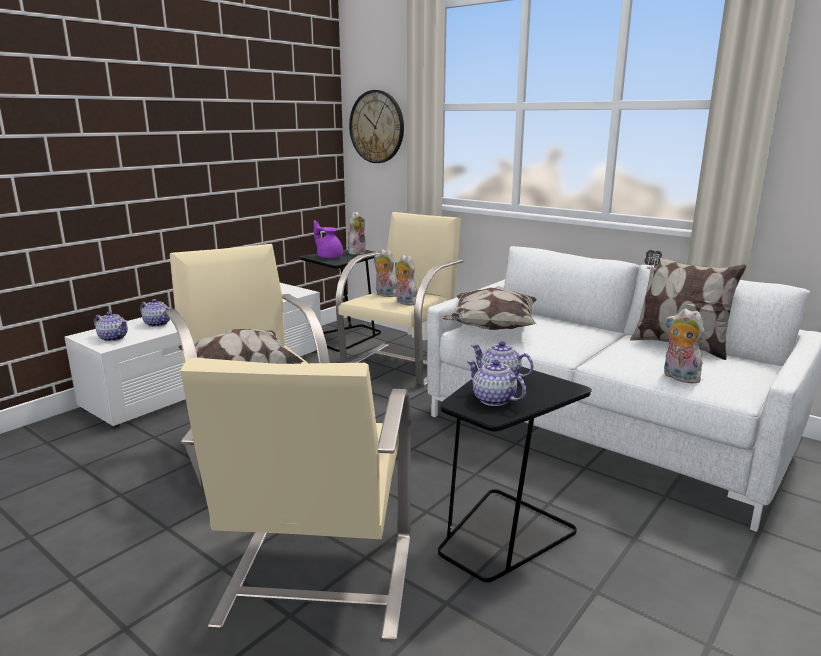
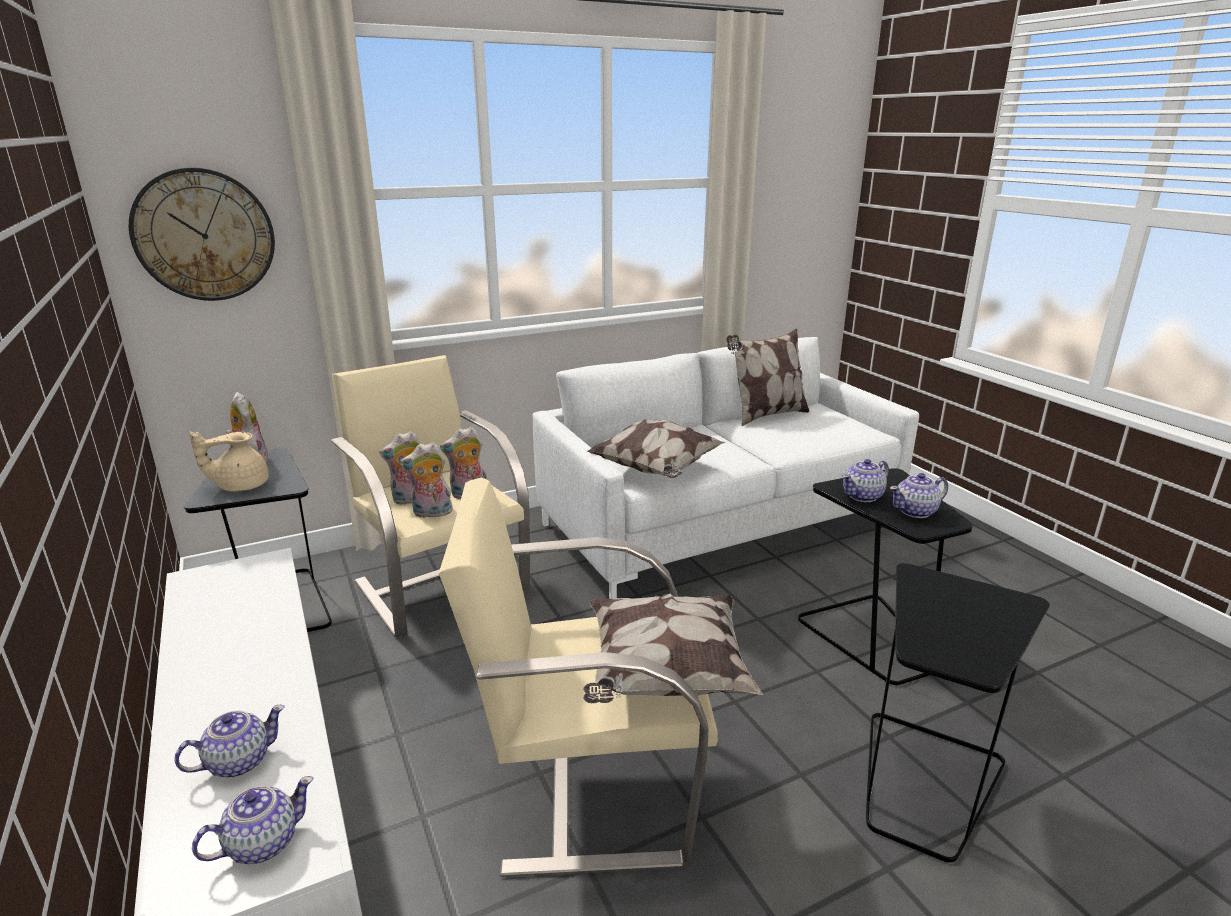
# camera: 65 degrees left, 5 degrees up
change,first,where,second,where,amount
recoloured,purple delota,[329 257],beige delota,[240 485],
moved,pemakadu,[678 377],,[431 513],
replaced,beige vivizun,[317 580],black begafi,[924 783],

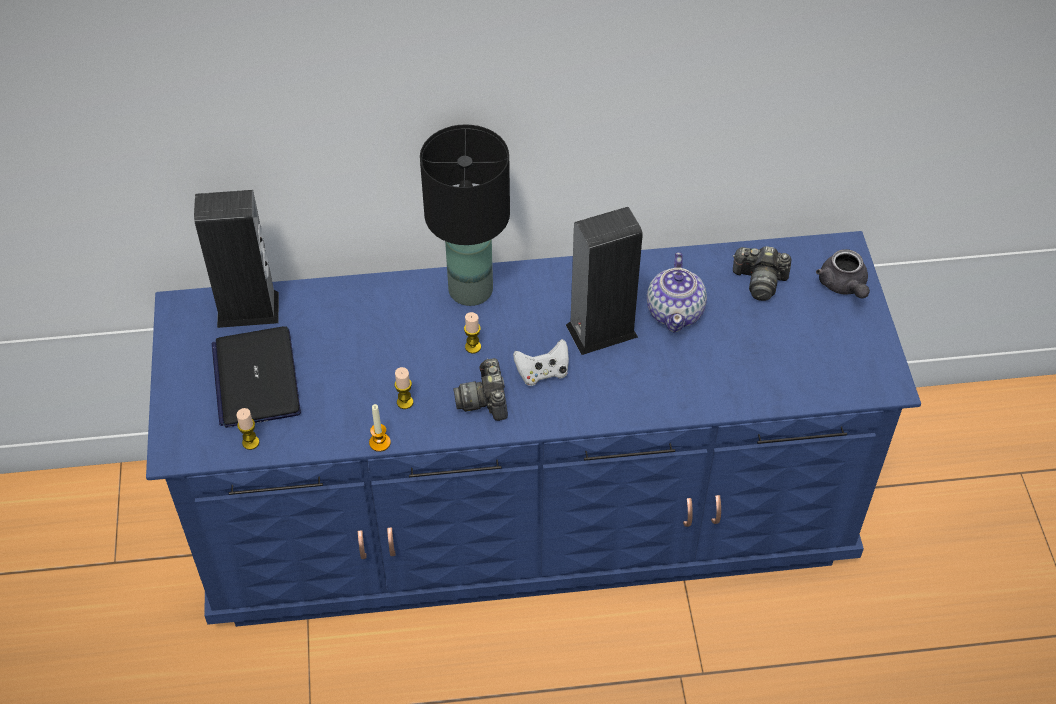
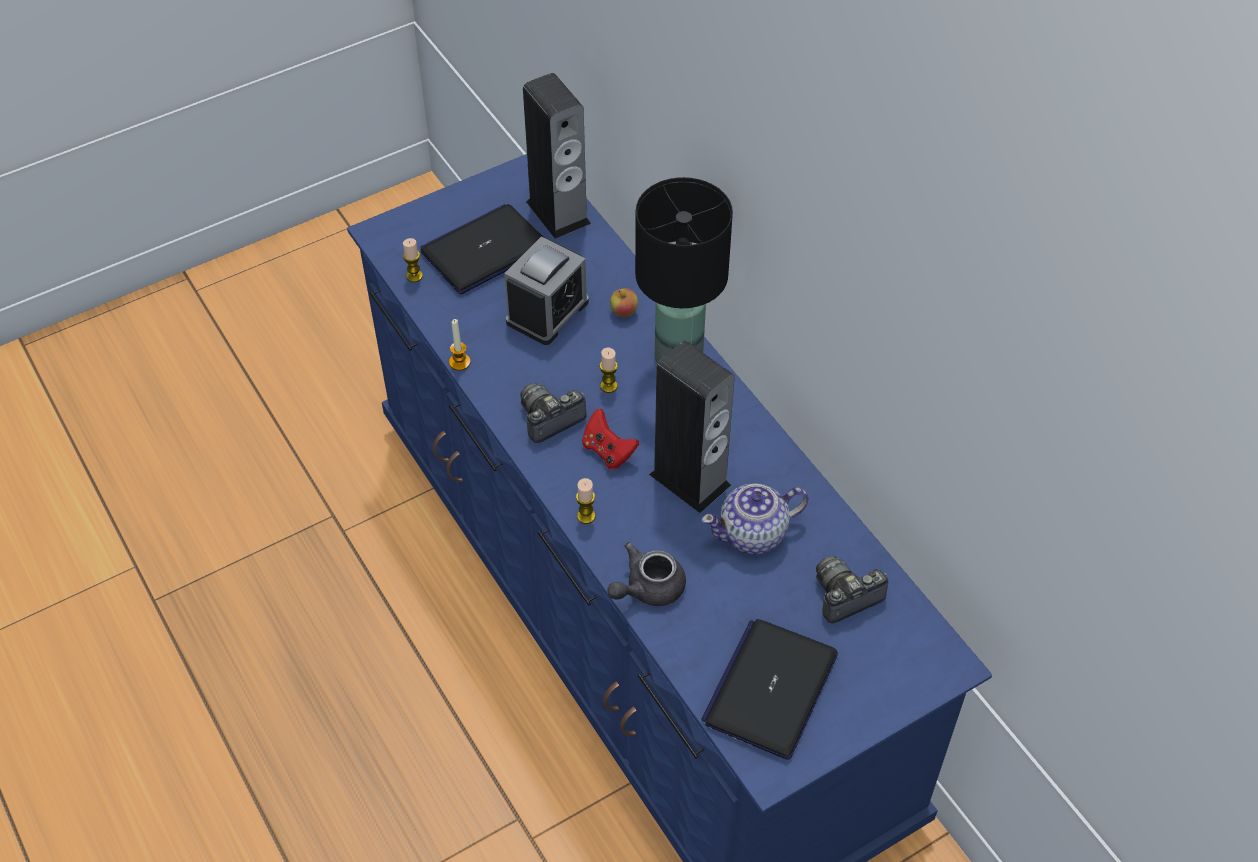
# camera: 65 degrees right, 0 degrees up
change,first,where,second,where,amount
added,,,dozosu,[547 312],
moved,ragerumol,[405 402],,[586 516],
recoloured,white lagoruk,[542 373],red lagoruk,[608 451],
moved,grey delota,[843 286],,[647 588],
added,,,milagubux,[624 312],
added,,,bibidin,[770 688],
turned,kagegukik,[760 281],,[845 596],75 degrees clockwise

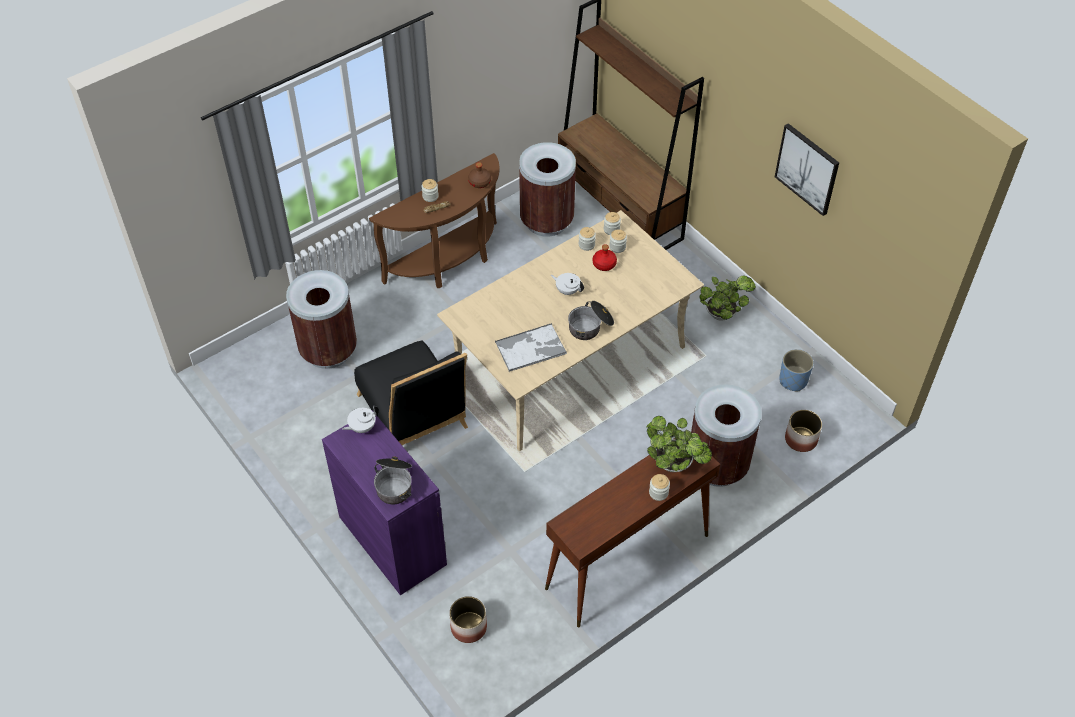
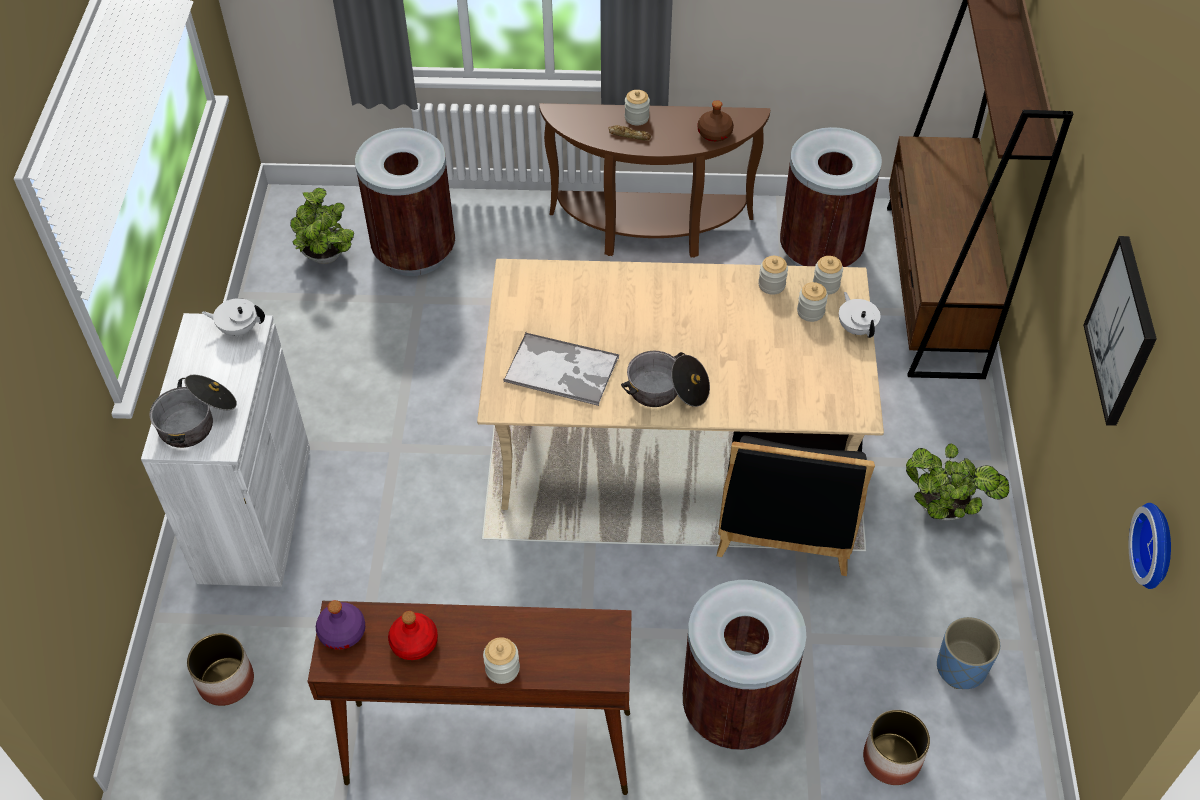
# camera: 40 degrees right, 0 degrees up
change,first,where,second,where,amount
recoloured,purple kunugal,[392 540],white kunugal,[255 513],
moved,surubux,[675 465],,[326 258],
added,,,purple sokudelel,[342 631],
moved,red sokudelel,[604 264],,[413 642],
moved,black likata,[415 416],,[786 515],
moved,white delota,[567 290],,[856 328],
added,,,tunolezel,[1158 546],

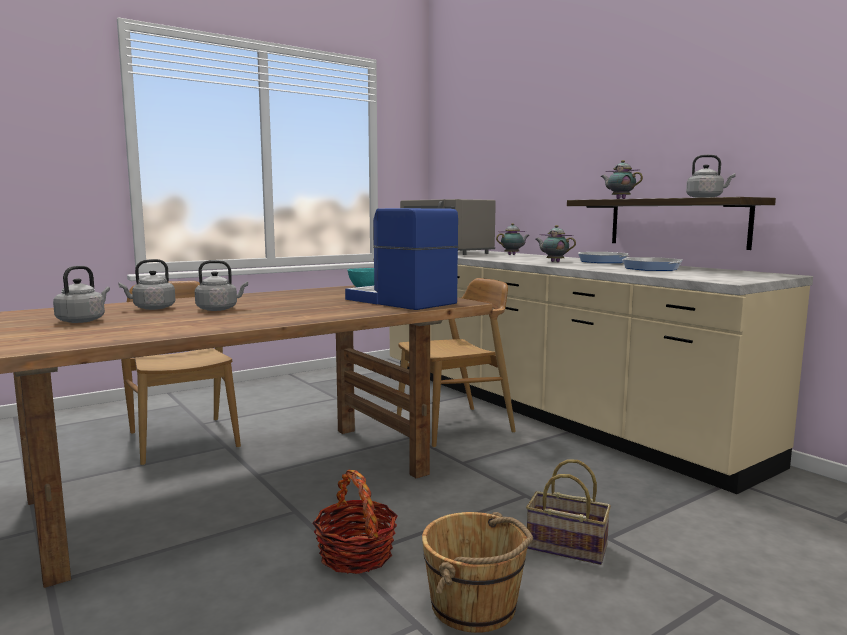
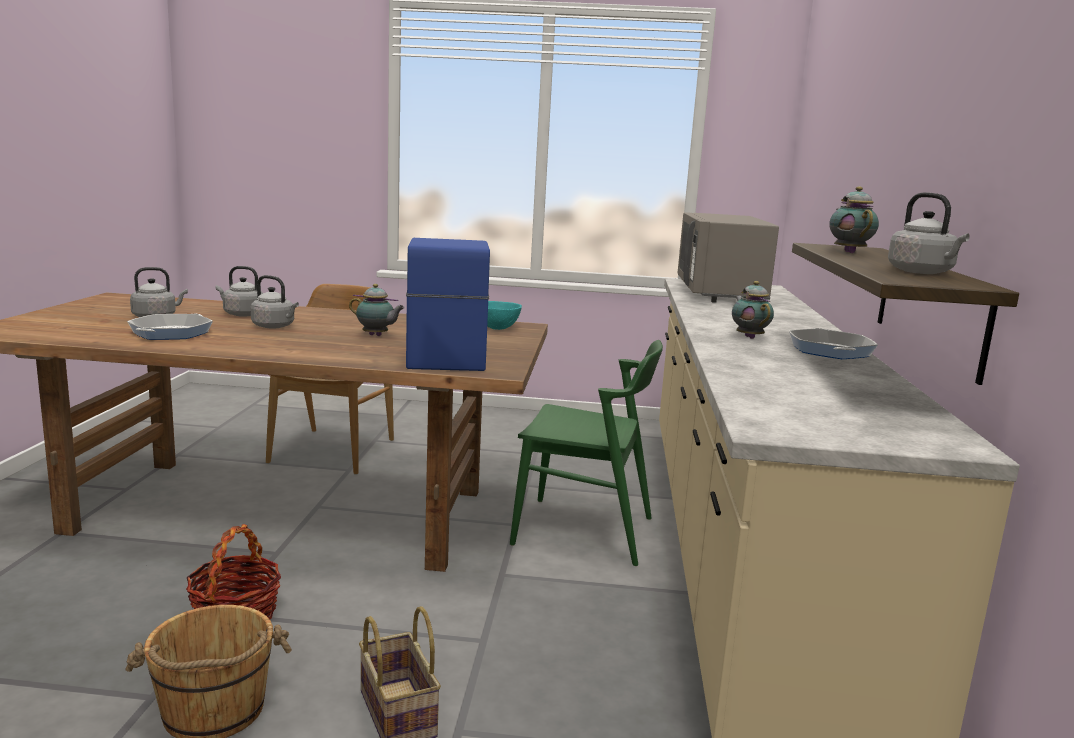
# camera: 40 degrees right, 5 degrees up
change,first,where,second,where,amount
moved,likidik,[651 268],,[171 333],
moved,delota,[513 254],,[376 336],
recoloured,brown likata,[455 426],green likata,[584 531],

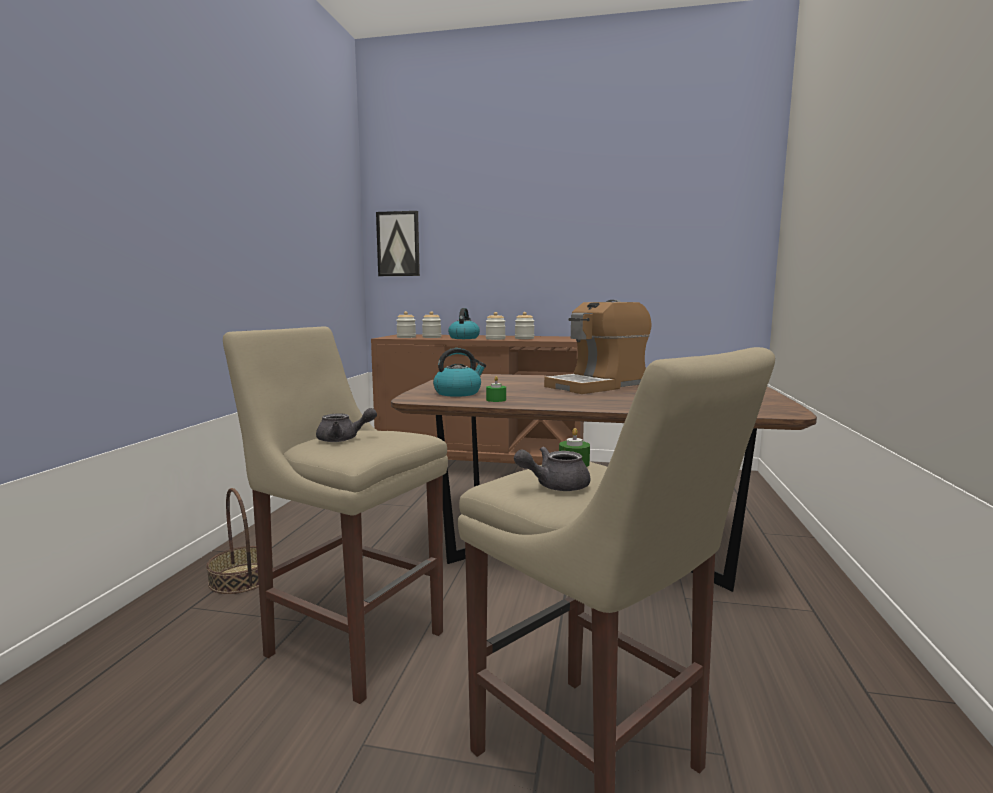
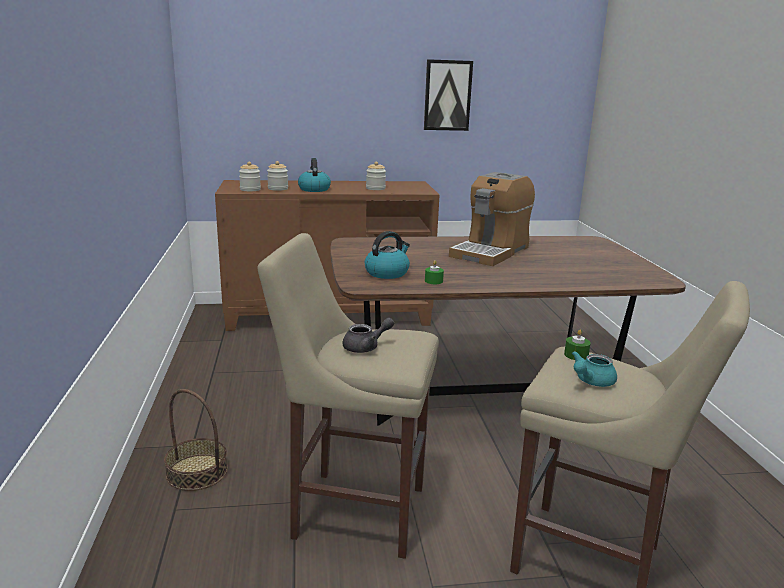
# camera: 20 degrees left, 10 degrees up
change,first,where,second,where,amount
moved,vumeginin,[398 244],,[447 95],
recoloured,grey delota,[554 486],turquoise delota,[591 381],
removed,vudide,[495 339],,,

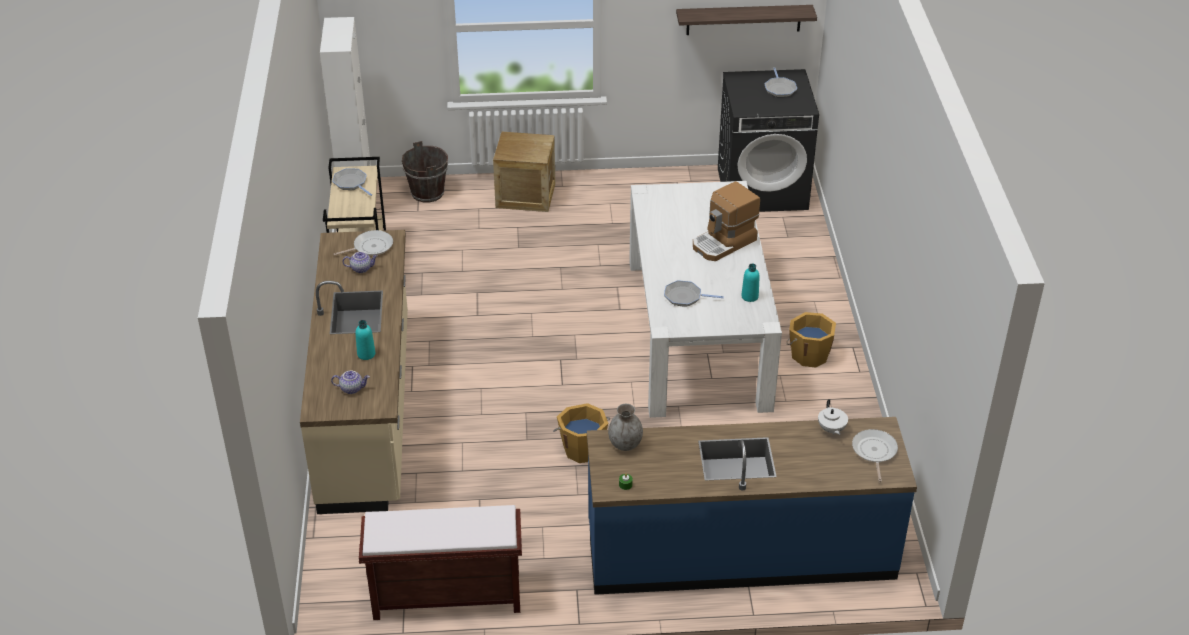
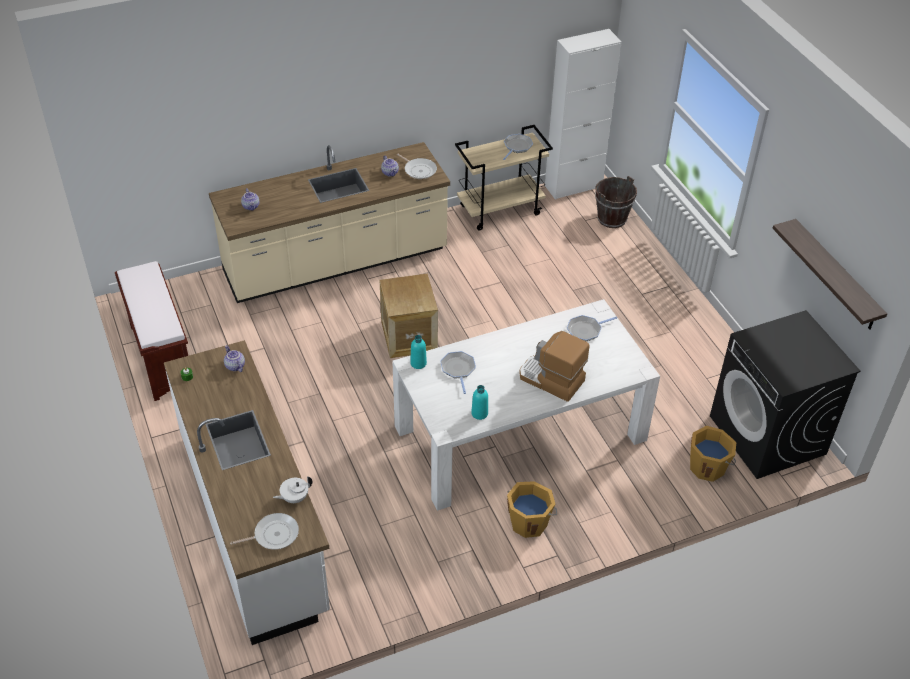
# camera: 70 degrees right, 5 degrees up
change,first,where,second,where,amount
recoloured,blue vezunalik,[740 551],white vezunalik,[254 522],
replaced,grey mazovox,[625 444],delota,[234 366],
moved,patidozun,[525 195],,[409 336],
moved,turquoise sokudelel,[366 354],,[418 363],
moved,likidik,[780 88],,[586 330],
moved,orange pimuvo,[582 448],,[708 467],

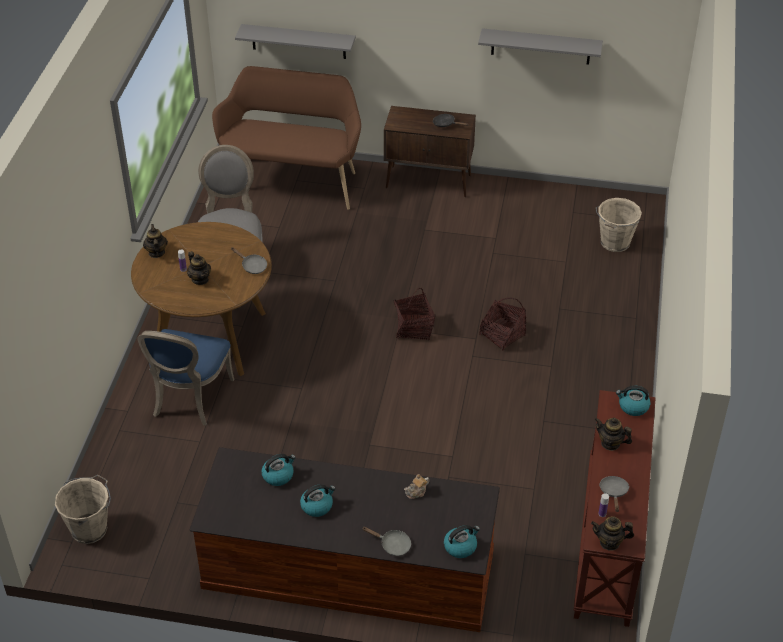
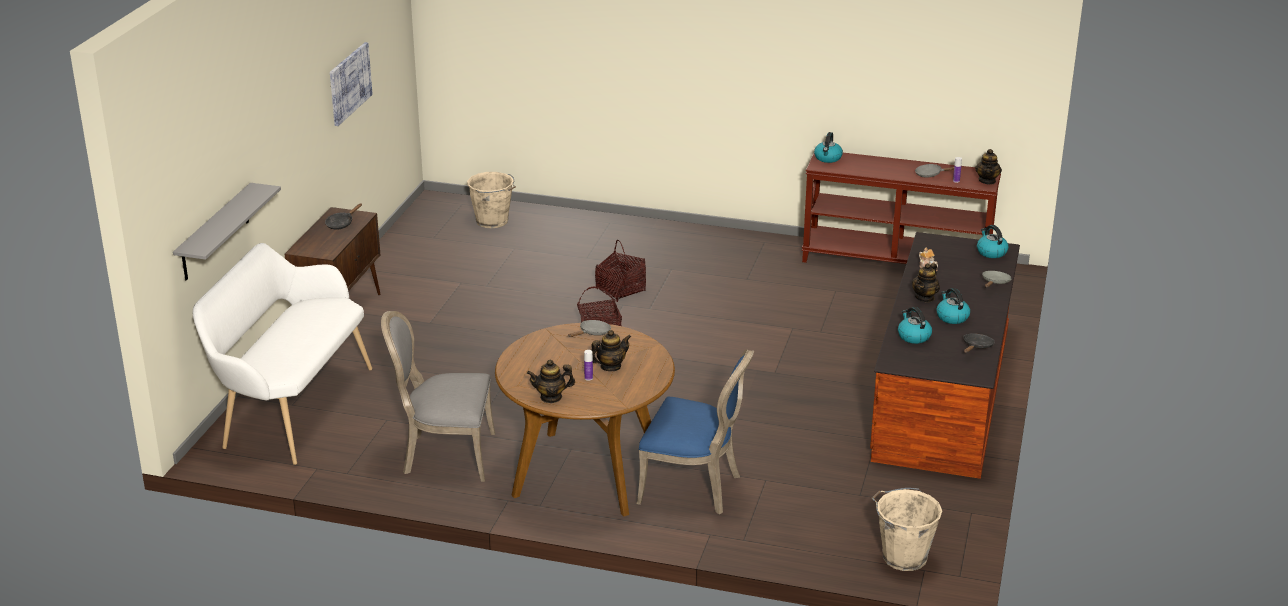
# camera: 85 degrees left, 15 degrees down
change,first,where,second,where,amount
recoloured,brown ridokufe,[292 180],white ridokufe,[291 408],
replaced,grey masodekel,[540 46],vumeginin,[349 83],
moved,delota,[610 443],,[925 297],
added,,,black likidik,[976 347],

